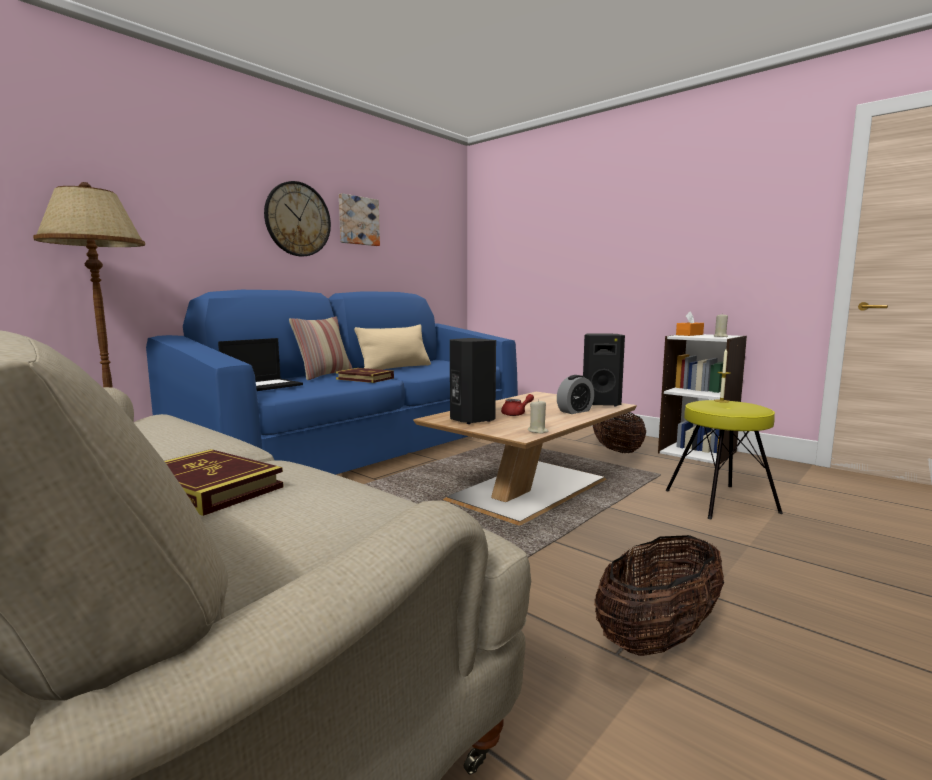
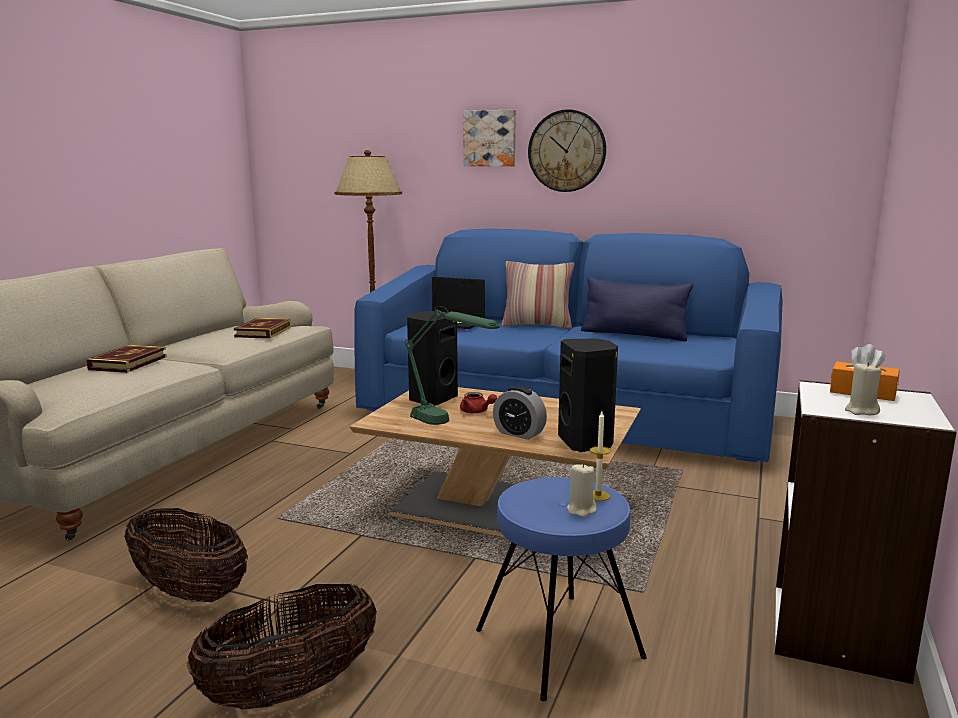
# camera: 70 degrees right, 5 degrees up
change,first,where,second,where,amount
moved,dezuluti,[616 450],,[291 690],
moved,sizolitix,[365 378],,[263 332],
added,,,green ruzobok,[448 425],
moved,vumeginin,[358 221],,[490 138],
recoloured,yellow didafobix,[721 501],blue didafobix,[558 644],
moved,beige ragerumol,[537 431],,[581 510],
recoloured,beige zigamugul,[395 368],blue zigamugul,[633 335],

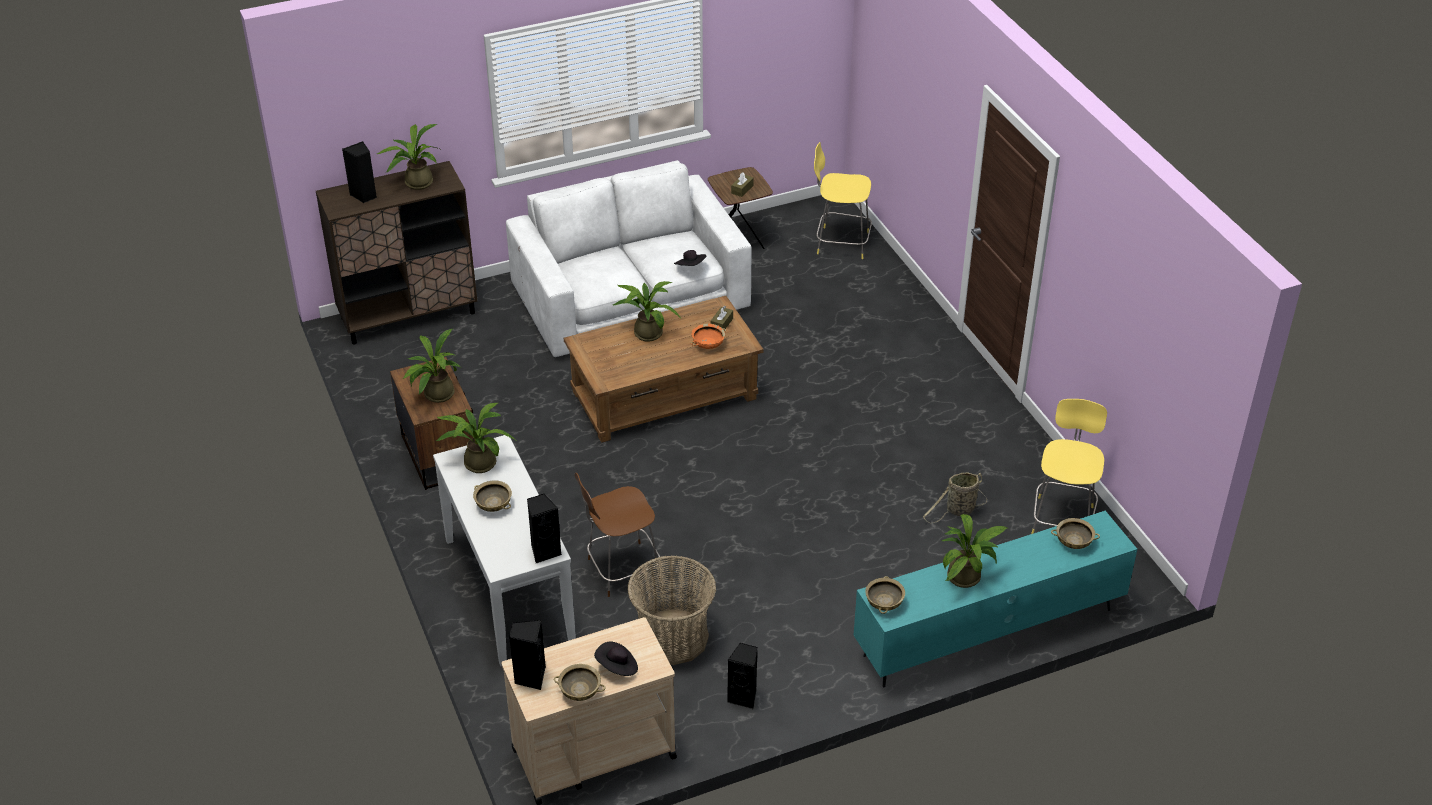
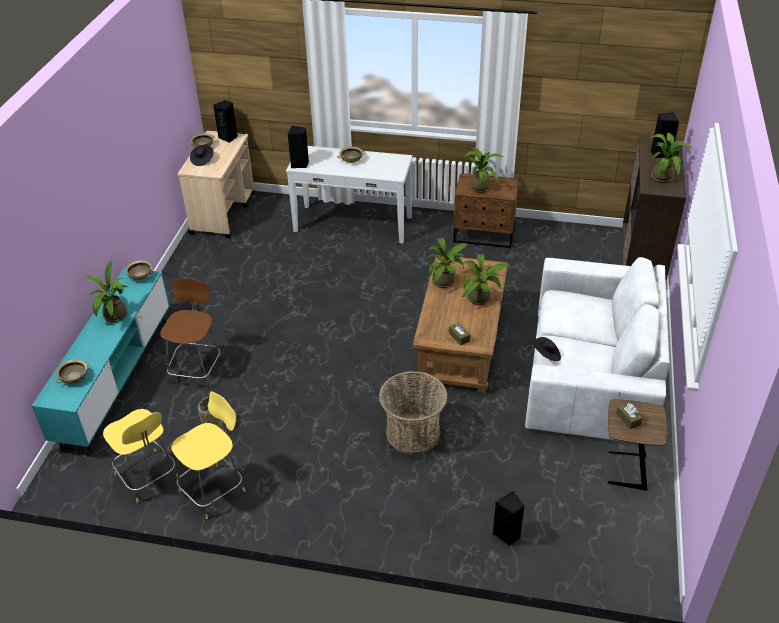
# camera: 125 degrees right, 0 degrees up
change,first,where,second,where,amount
moved,brown didafobix,[621 570],,[196 370],
moved,yellow didafobix,[840 242],,[214 490],
moved,dezuluti,[673 637],,[413 433],
moved,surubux,[477 462],,[446 281],
moved,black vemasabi,[744 697],,[507 535],
removed,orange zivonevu,[708 344],,,

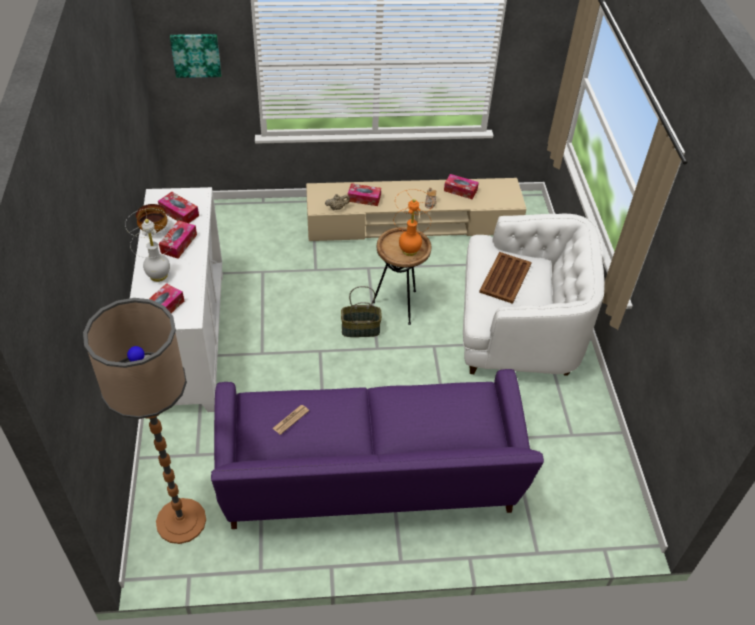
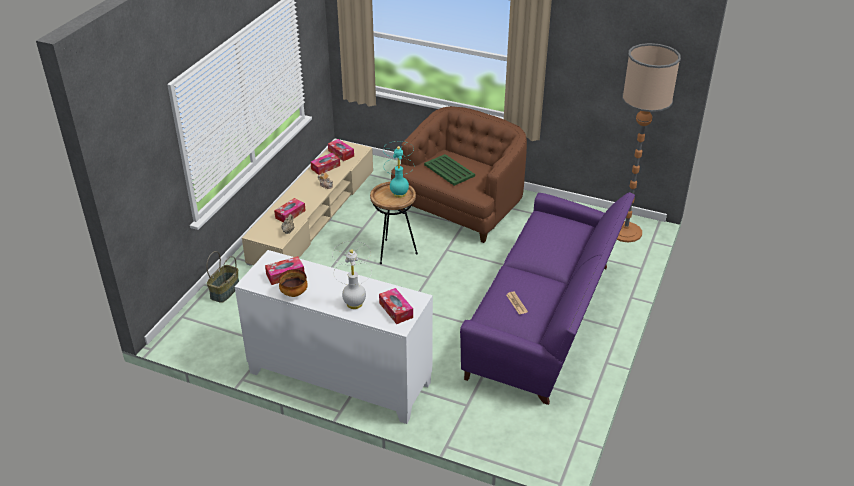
# camera: 60 degrees left, 10 degrees down
change,first,where,second,where,amount
moved,dezuluti,[360 329],,[225 291],
moved,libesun,[179 244],,[341 153],
recoloured,orange ruzobok,[409 250],turquoise ruzobok,[399 194],
recoloured,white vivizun,[517 330],brown vivizun,[460 207],
recoloured,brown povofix,[505 278],green povofix,[449 170],
moved,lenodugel,[181 521],,[625 232],
removed,vumeginin,[196 54],,,

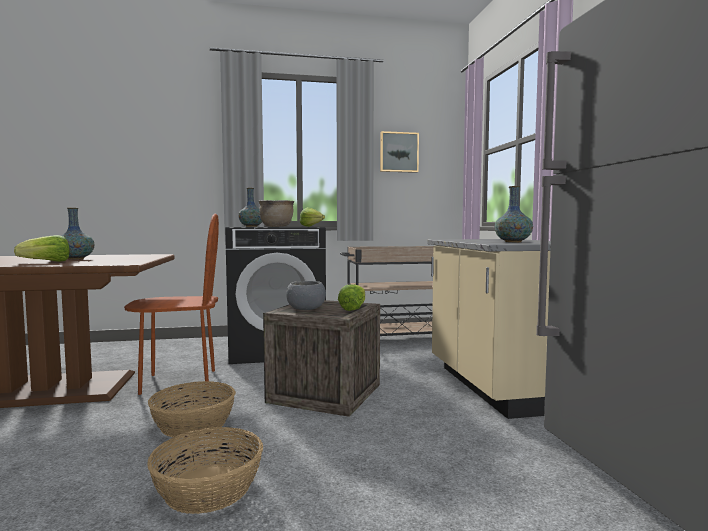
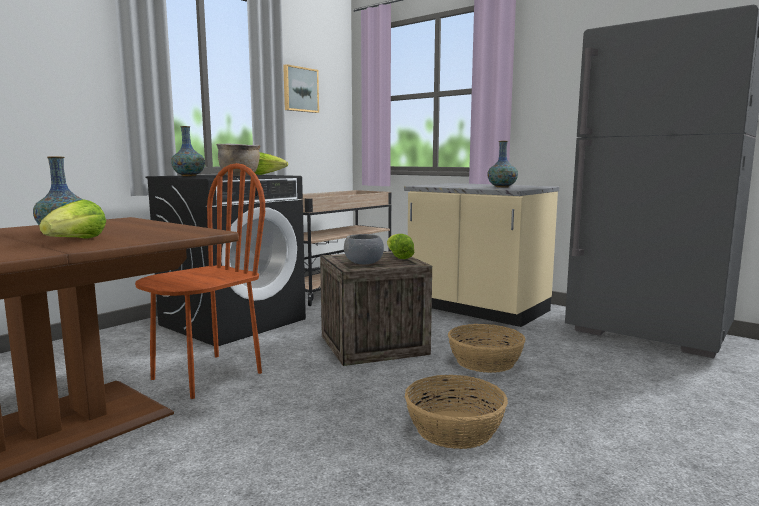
# camera: 40 degrees left, 5 degrees up
change,first,where,second,where,amount
moved,dezuluti,[194 424],,[485 361],

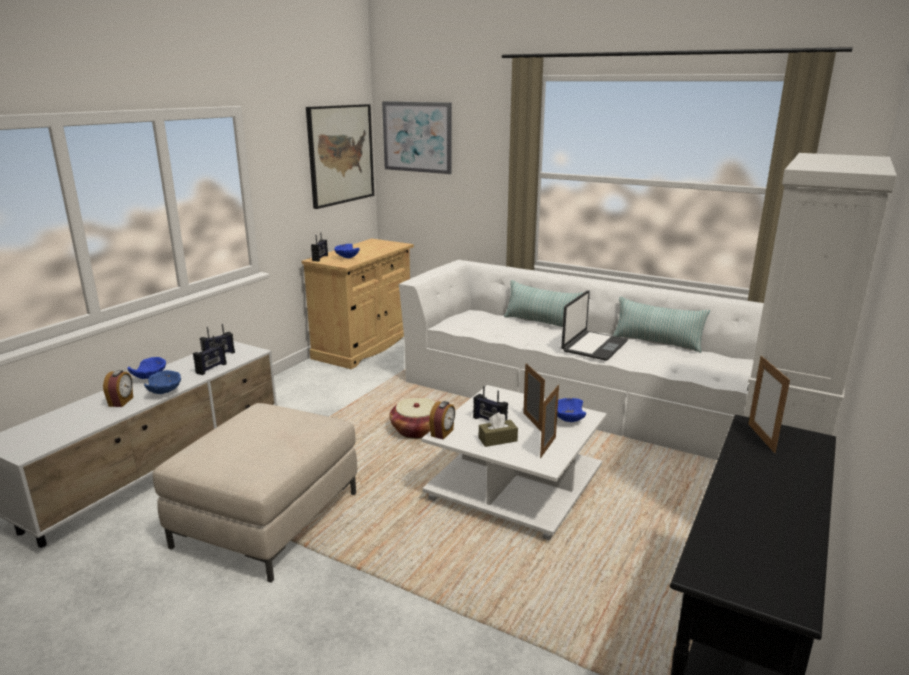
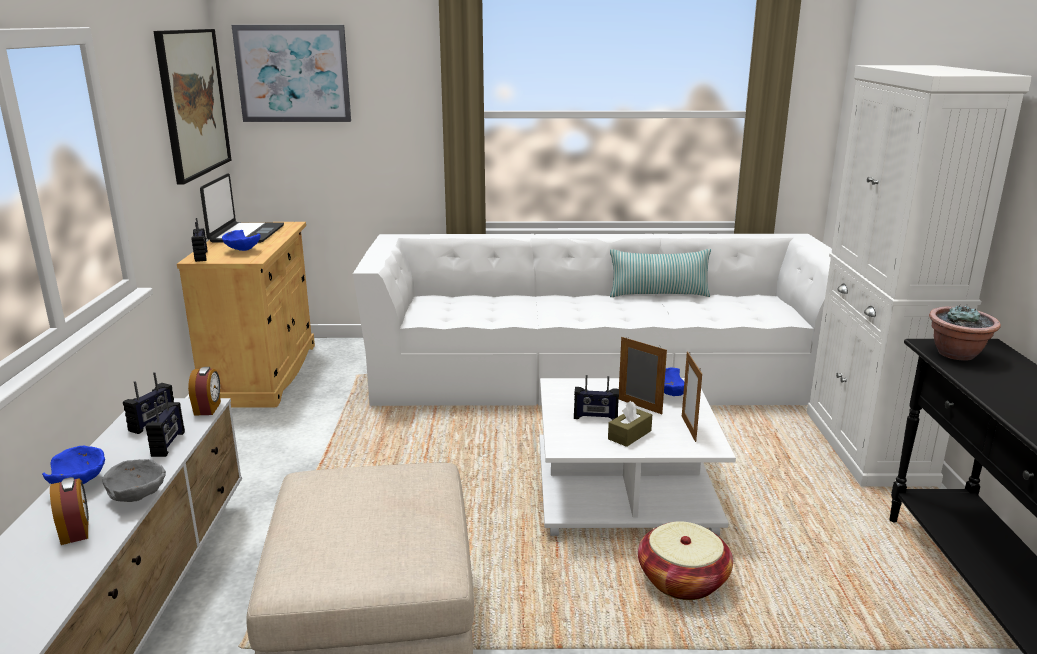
# camera: 30 degrees left, 0 degrees up
change,first,where,second,where,amount
recoloured,blue zivonevu,[165 393],grey zivonevu,[139 498],
moved,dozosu,[442 433],,[208 408],
moved,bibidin,[593 346],,[246 234],
moved,dezuluti,[417 430],,[682 580],
replaced,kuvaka,[761 438],surubux,[957 354],
removed,zigamugul,[542 323],,,

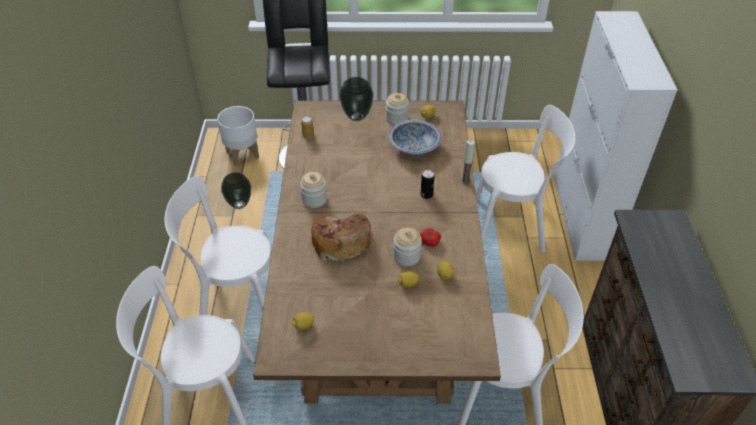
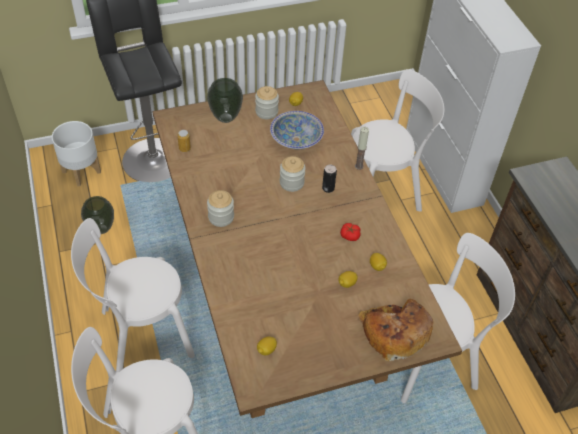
# camera: 20 degrees left, 5 degrees up
change,first,where,second,where,amount
moved,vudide,[406 256],,[291 183],
moved,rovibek,[340 240],,[394 332],

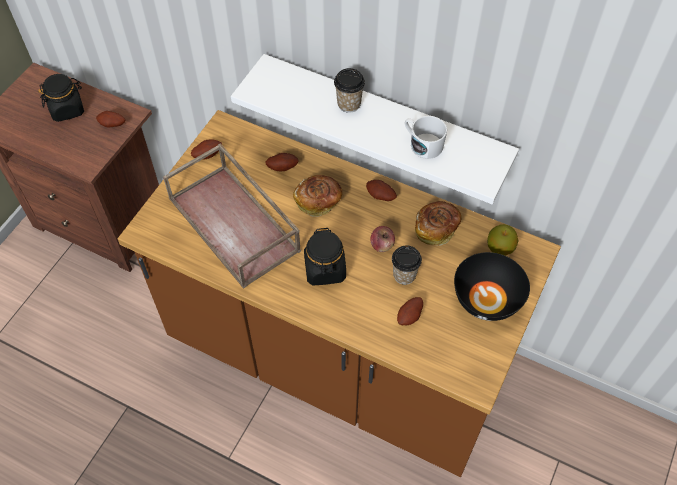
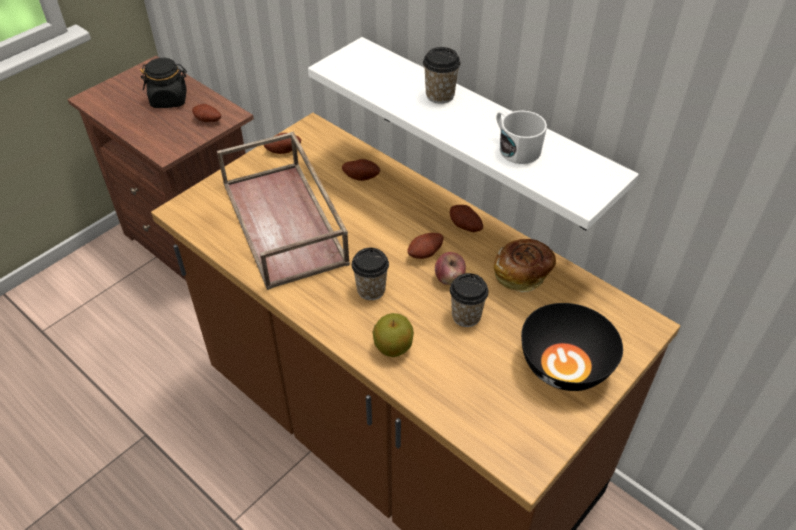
# camera: 15 degrees right, 10 degrees down
change,first,where,second,where,amount
replaced,black vudide,[325 269],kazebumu,[371 290],
moved,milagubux,[500 248],,[393 347],
moved,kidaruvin,[410 316],,[426 254],
removed,rovibek,[318 201],,,

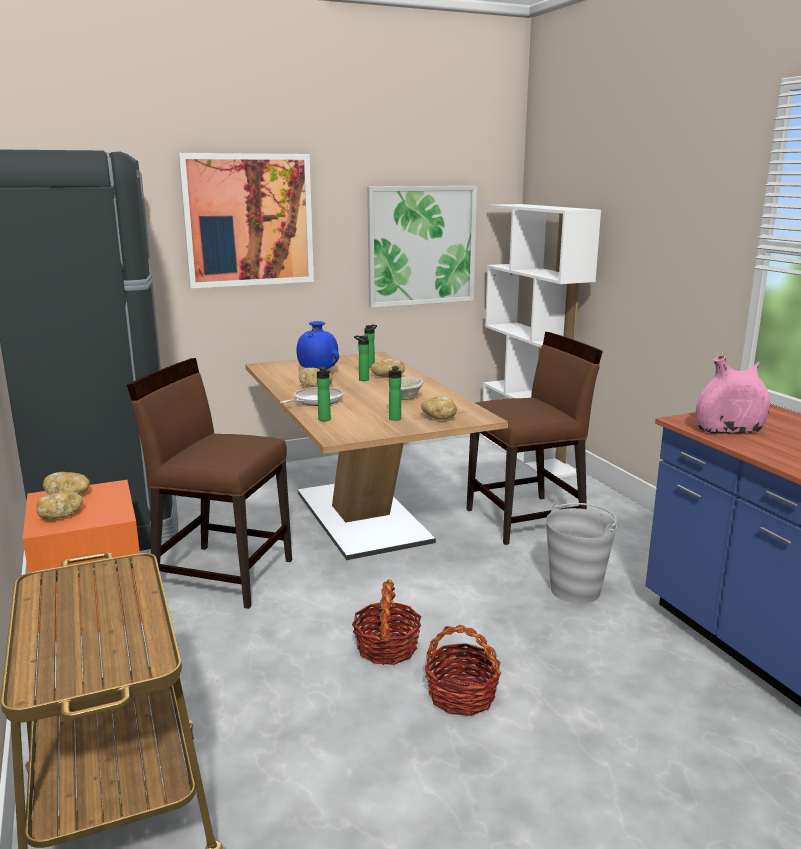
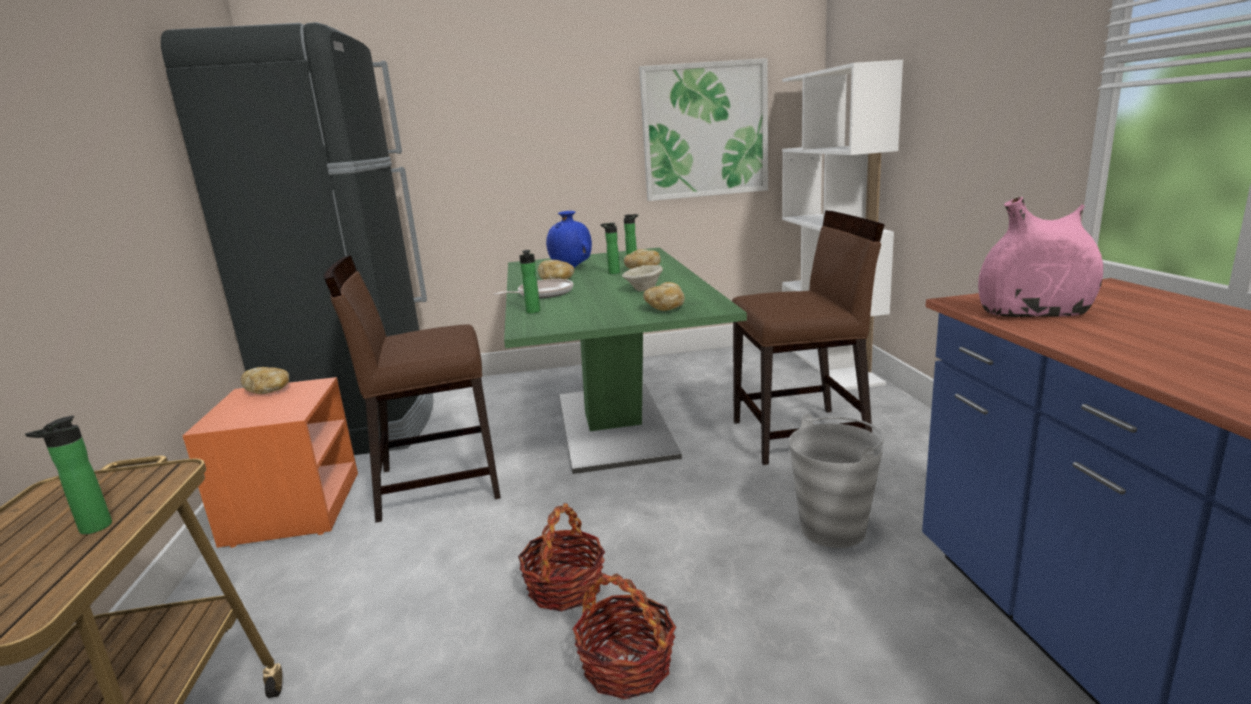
# camera: 15 degrees right, 0 degrees up
change,first,where,second,where,amount
moved,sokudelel,[394 419],,[91 529],
turned,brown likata,[223 574],,[437 483],45 degrees counterclockwise
recoloured,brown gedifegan,[361 516],green gedifegan,[613 425],
removed,rovibek,[60 515],,,
removed,vumeginin,[248 220],,,

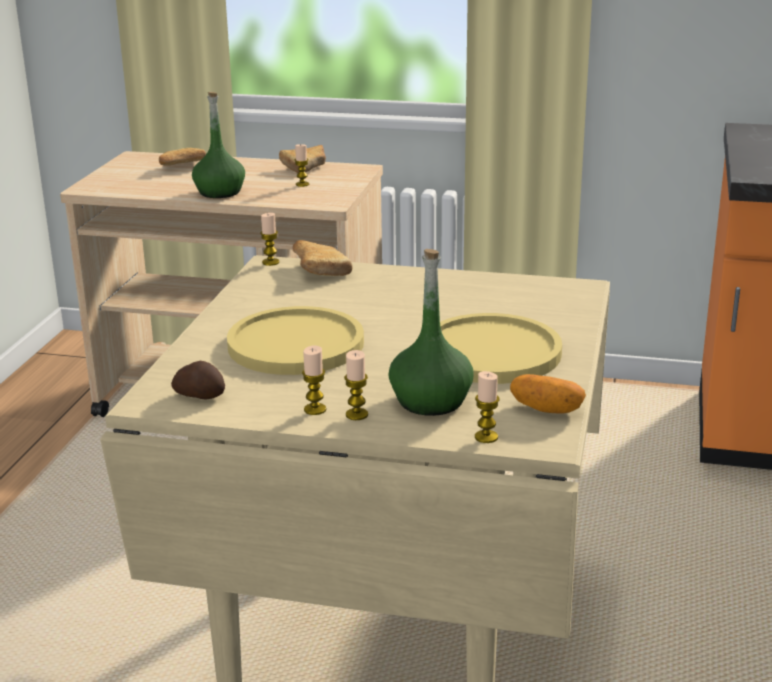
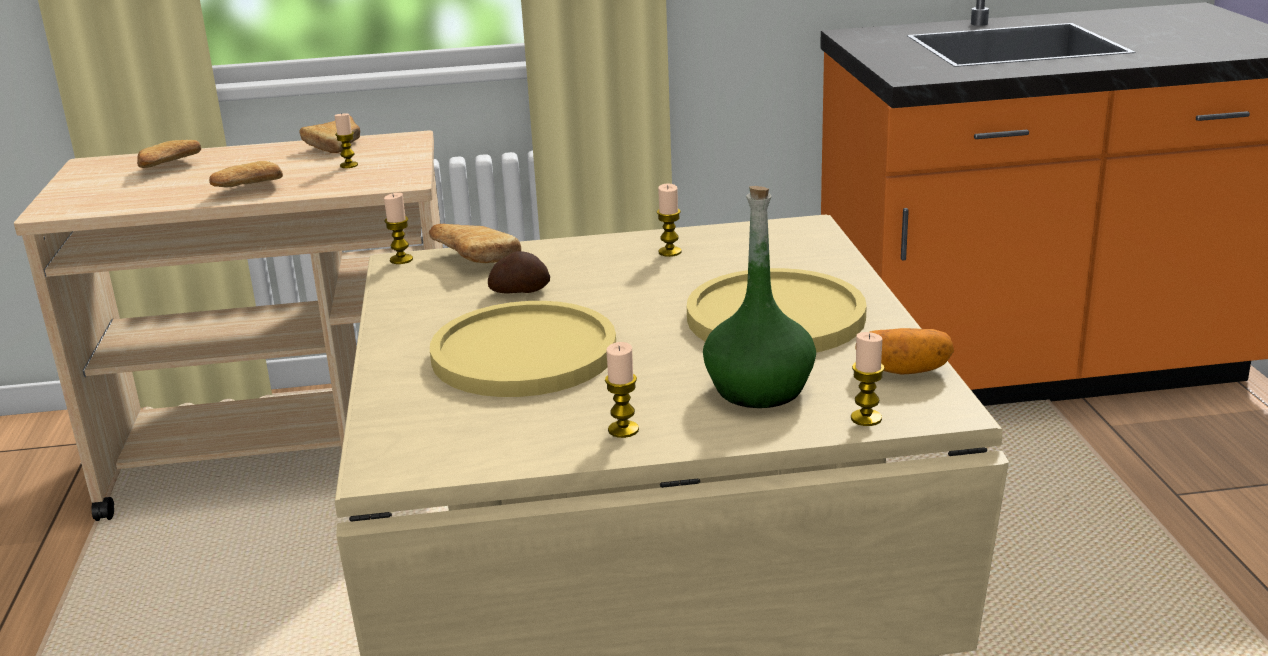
# camera: 20 degrees left, 0 degrees up
change,first,where,second,where,amount
replaced,green sokudelel,[220 192],rovibek,[246 189],
moved,kidaruvin,[200 395],,[519 290],
moved,ragerumol,[357 415],,[670 252],

